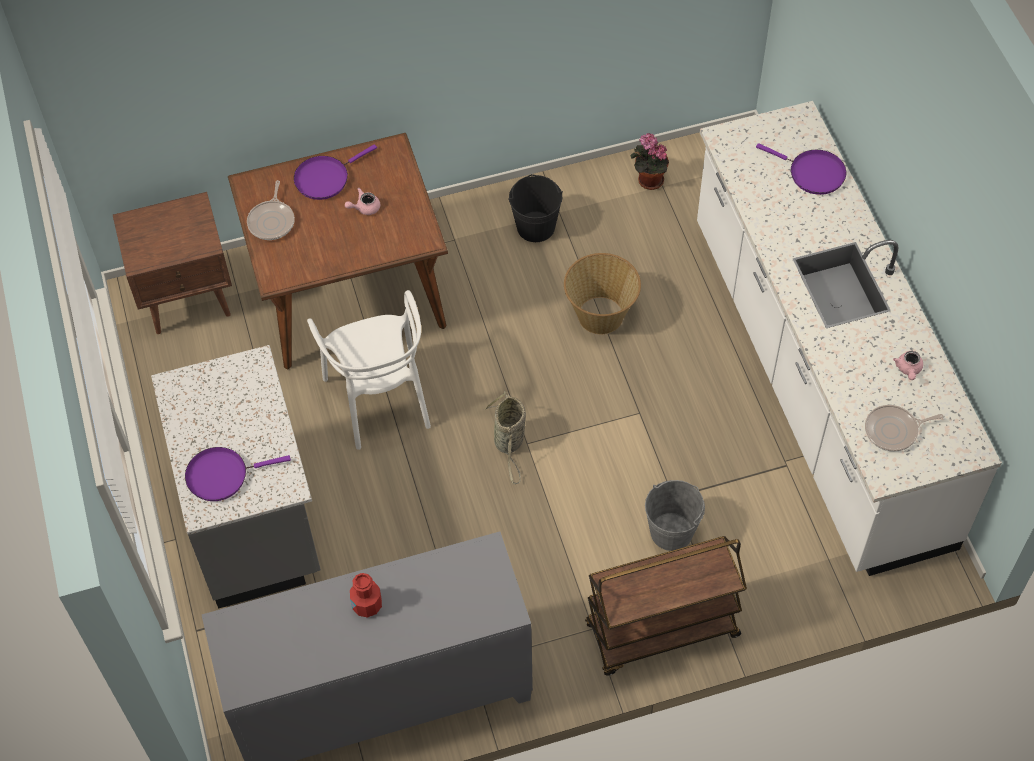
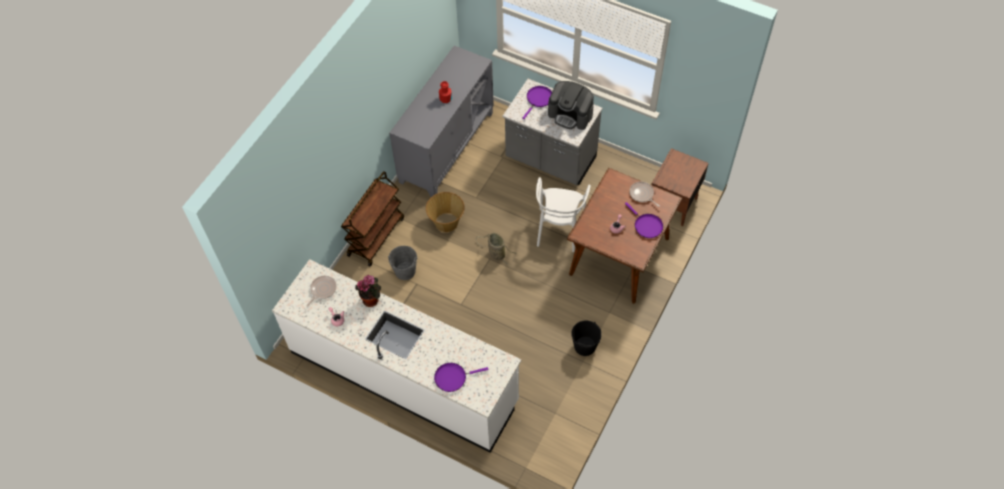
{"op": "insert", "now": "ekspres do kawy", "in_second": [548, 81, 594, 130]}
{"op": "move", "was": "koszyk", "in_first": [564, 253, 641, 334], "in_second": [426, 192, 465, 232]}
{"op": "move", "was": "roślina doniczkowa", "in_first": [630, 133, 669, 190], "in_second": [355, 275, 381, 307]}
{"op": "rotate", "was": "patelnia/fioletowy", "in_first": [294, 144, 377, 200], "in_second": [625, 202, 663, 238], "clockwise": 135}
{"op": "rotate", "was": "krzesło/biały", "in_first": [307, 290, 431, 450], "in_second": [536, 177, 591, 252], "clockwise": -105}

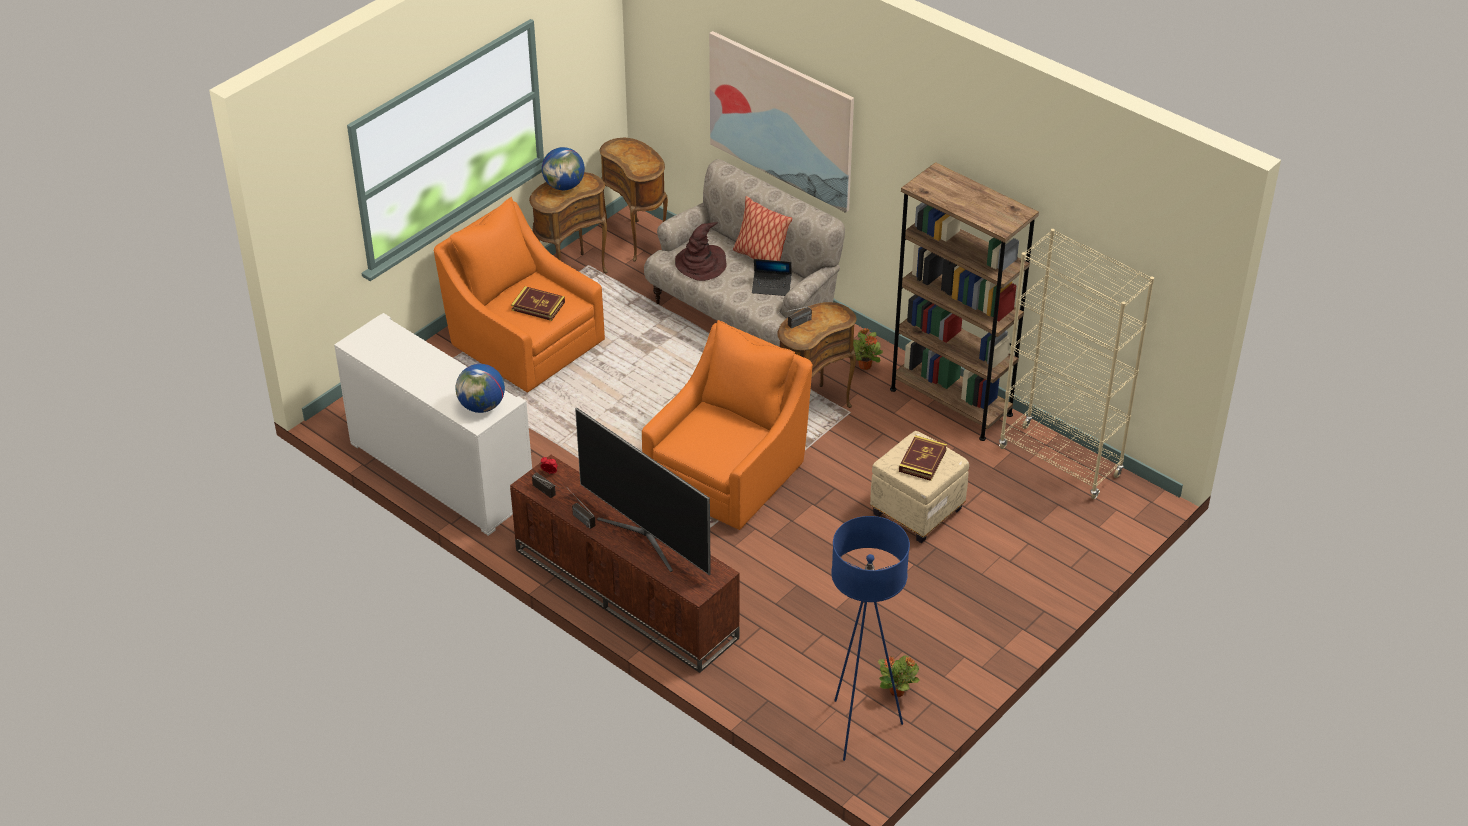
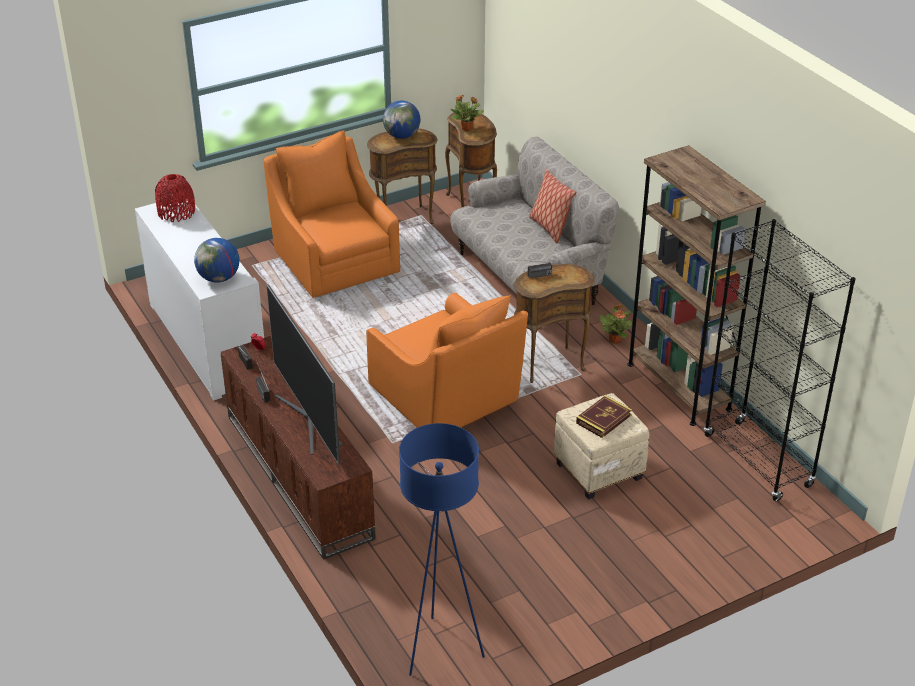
{"op": "delete", "was": "książka", "in_first": [511, 286, 565, 321]}
{"op": "delete", "was": "kapelusz/brązowy", "in_first": [675, 222, 727, 281]}
{"op": "delete", "was": "obraz", "in_first": [709, 31, 854, 213]}
{"op": "delete", "was": "laptop", "in_first": [752, 259, 792, 296]}
{"op": "insert", "now": "wazon/czerwony", "in_second": [155, 174, 195, 222]}
{"op": "move", "was": "roślina doniczkowa", "in_first": [878, 656, 919, 697], "in_second": [451, 94, 484, 131]}
{"op": "recolor", "was": "regał/beżowy", "now": "regał/czarny", "in_first": [999, 229, 1154, 499], "in_second": [704, 219, 856, 501]}
{"op": "rotate", "was": "fotel/pomarańczowy", "in_first": [642, 320, 813, 530], "in_second": [366, 293, 528, 428], "clockwise": 90}

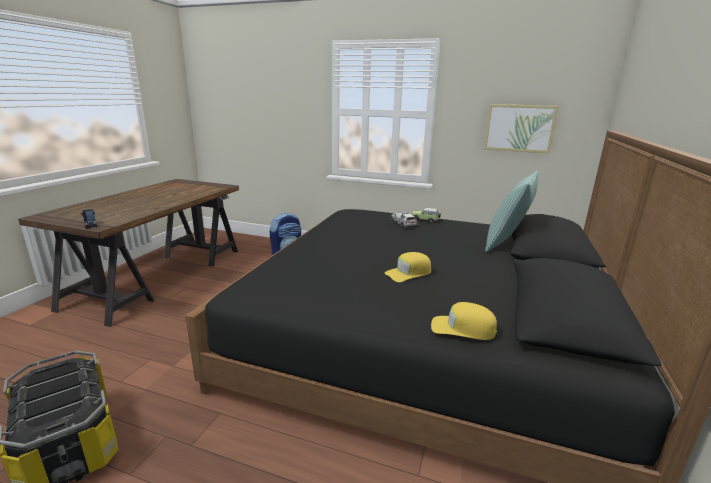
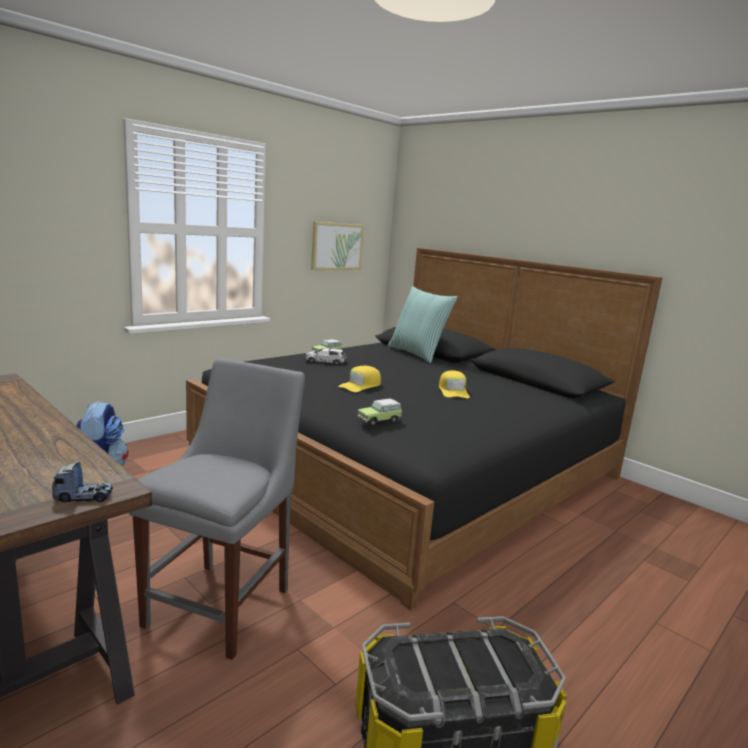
{"op": "insert", "now": "krzesło/szary", "in_second": [129, 358, 305, 660]}
{"op": "insert", "now": "samochodzik", "in_second": [357, 399, 402, 426]}
{"op": "move", "was": "czapka z daszkiem/żółty", "in_first": [431, 302, 497, 340], "in_second": [338, 366, 381, 392]}

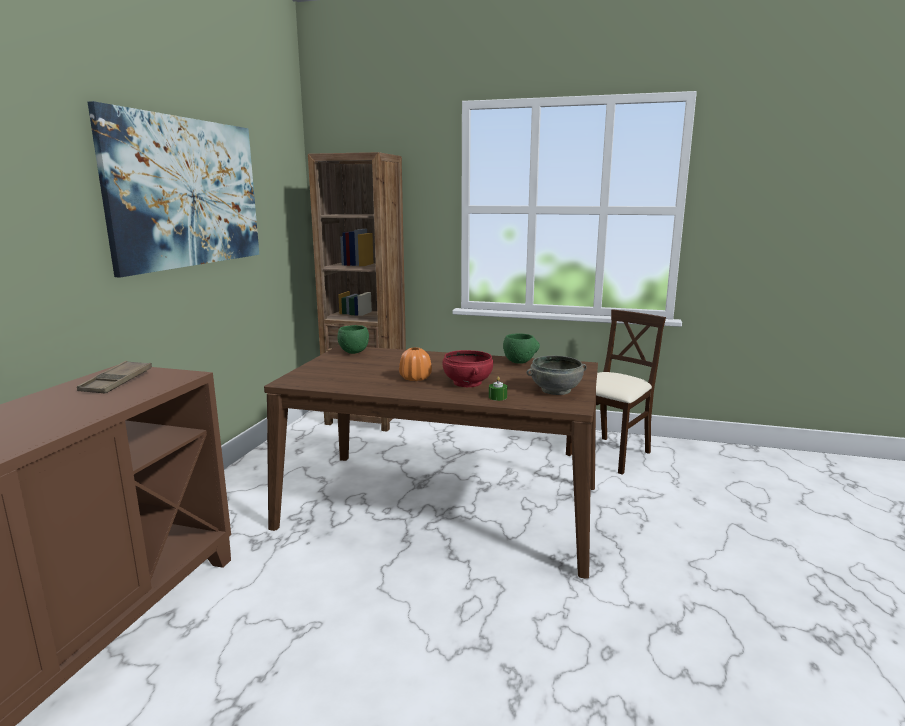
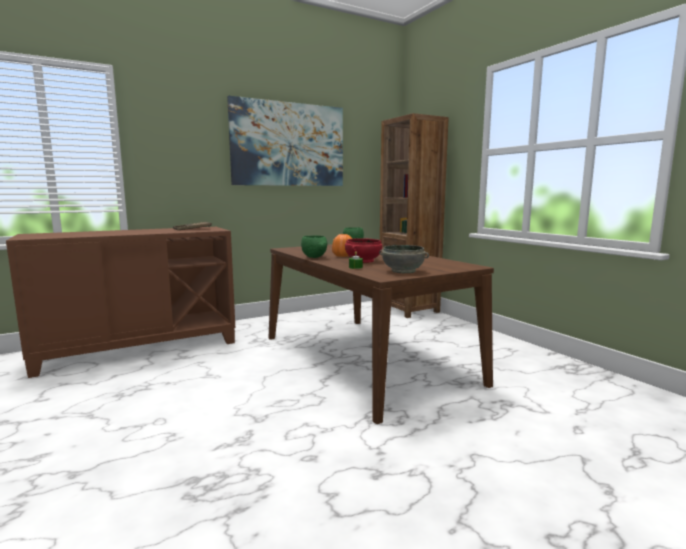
{"op": "delete", "was": "krzesło/beżowy", "in_first": [566, 309, 666, 475]}
{"op": "move", "was": "miska/zielony", "in_first": [503, 333, 540, 364], "in_second": [301, 236, 327, 258]}

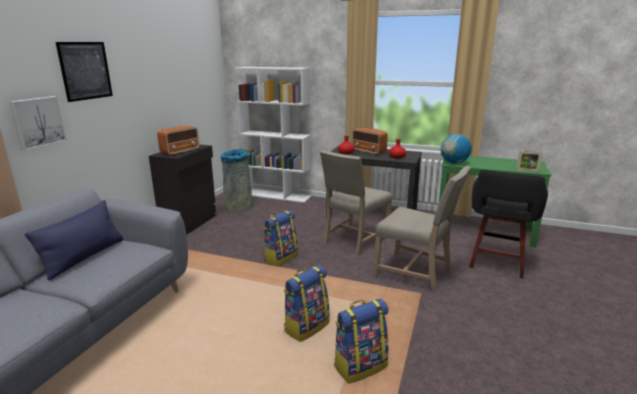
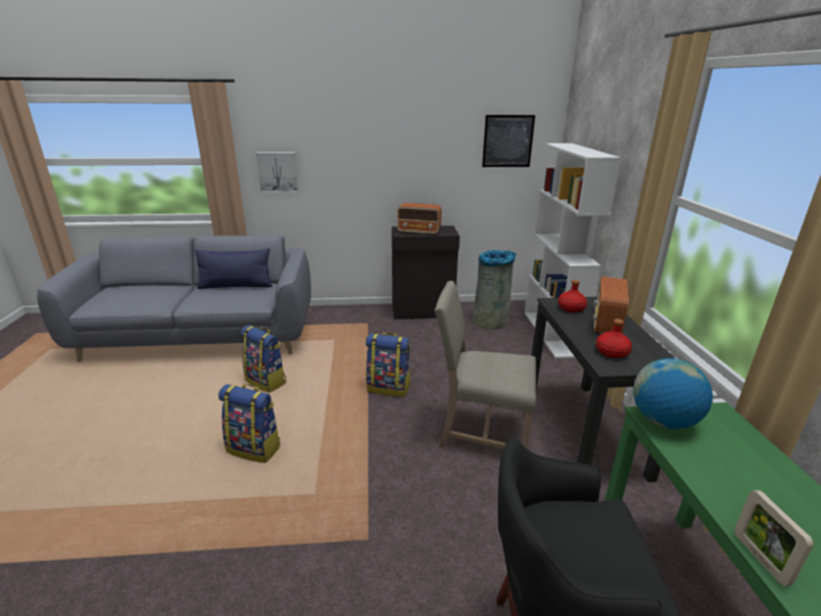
{"op": "delete", "was": "krzesło/beżowy", "in_first": [374, 166, 471, 293]}
{"op": "move", "was": "obraz", "in_first": [56, 42, 113, 102], "in_second": [482, 115, 535, 167]}
{"op": "move", "was": "plecak", "in_first": [334, 298, 389, 384], "in_second": [241, 325, 286, 393]}

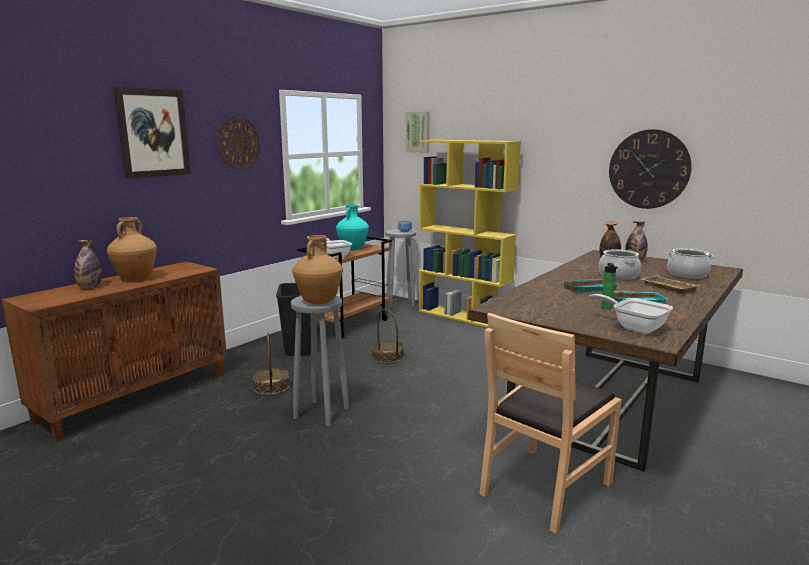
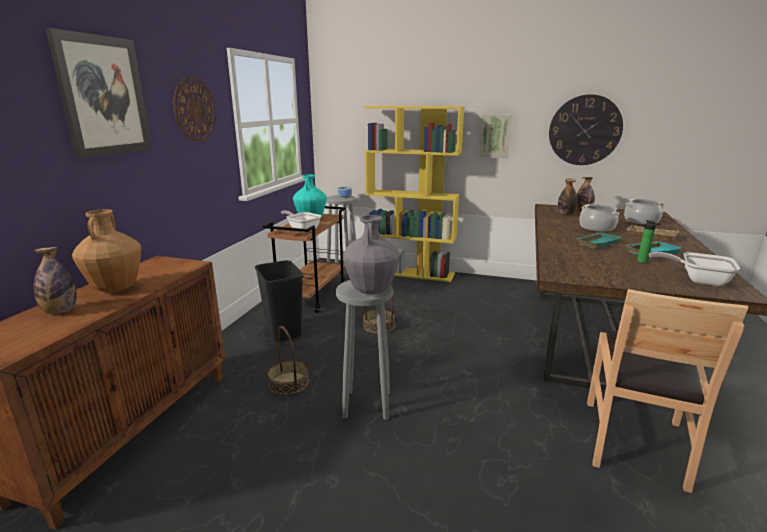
{"op": "move", "was": "obraz", "in_first": [405, 111, 430, 153], "in_second": [480, 114, 512, 158]}
{"op": "recolor", "was": "wazon/brązowy", "now": "wazon/szary", "in_first": [292, 235, 343, 304], "in_second": [343, 215, 400, 294]}

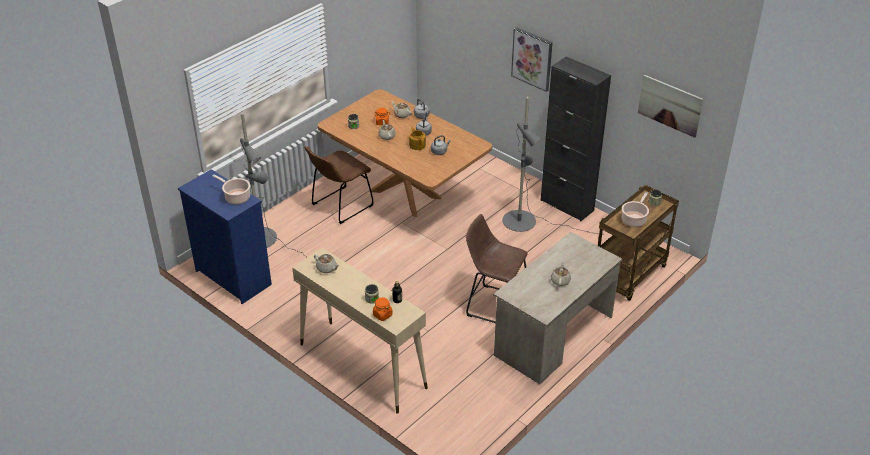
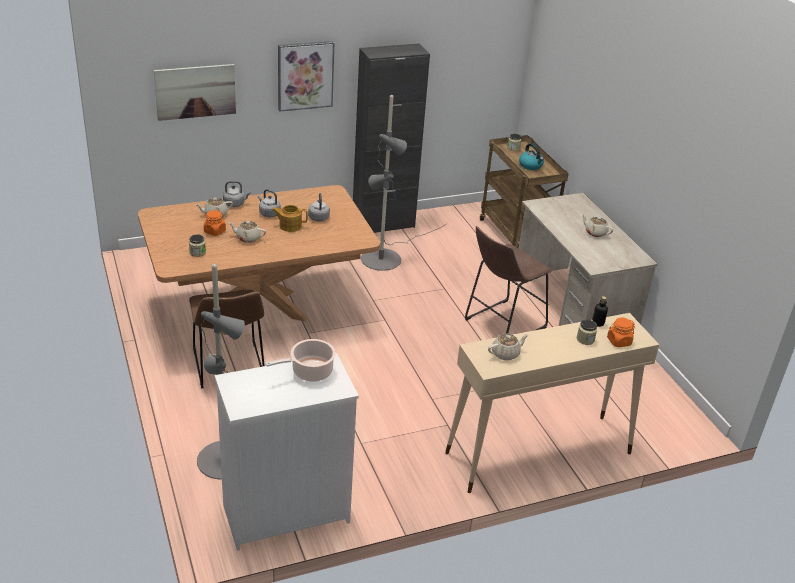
{"op": "move", "was": "obraz", "in_first": [638, 75, 703, 138], "in_second": [154, 64, 236, 121]}
{"op": "replace", "was": "garnek", "now": "czajnik", "in_first": [622, 192, 649, 227], "in_second": [519, 143, 544, 170]}
{"op": "recolor", "was": "komoda/niebieski", "now": "komoda/biały", "in_first": [178, 169, 272, 304], "in_second": [215, 353, 359, 551]}

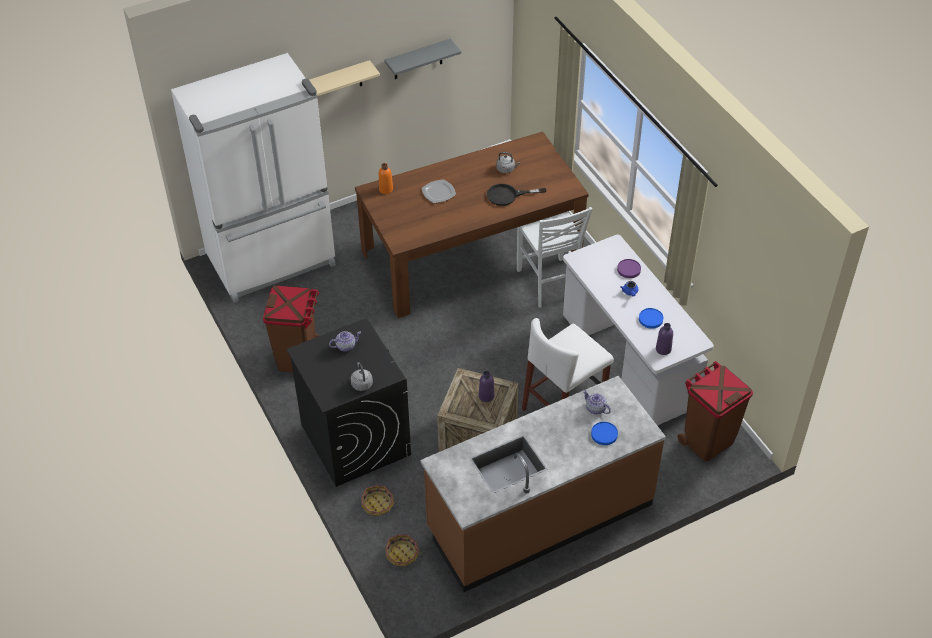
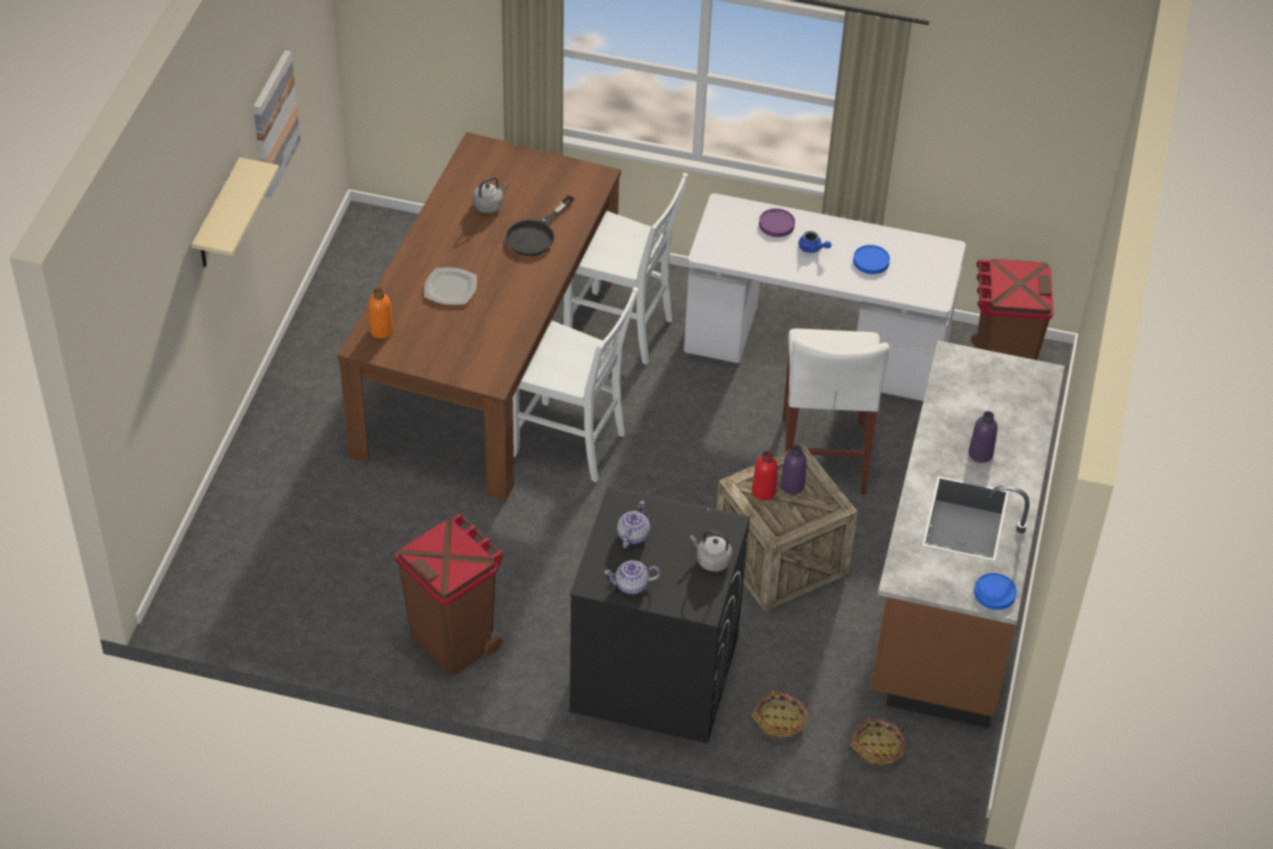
{"op": "delete", "was": "lodówka/biały", "in_first": [171, 53, 336, 302]}
{"op": "insert", "now": "krzesło/biały", "in_second": [513, 287, 638, 483]}
{"op": "insert", "now": "butelka/czerwony", "in_second": [752, 451, 778, 501]}
{"op": "move", "was": "imbryk", "in_first": [583, 390, 611, 414], "in_second": [604, 560, 660, 594]}
{"op": "move", "was": "talerz/niebieski", "in_first": [591, 422, 618, 445], "in_second": [974, 573, 1017, 610]}
{"op": "move", "was": "butelka/fioletowy", "in_first": [656, 323, 673, 355], "in_second": [968, 411, 998, 463]}
{"op": "replace", "was": "półka/szary", "now": "obraz", "in_first": [384, 39, 461, 79], "in_second": [253, 50, 301, 198]}

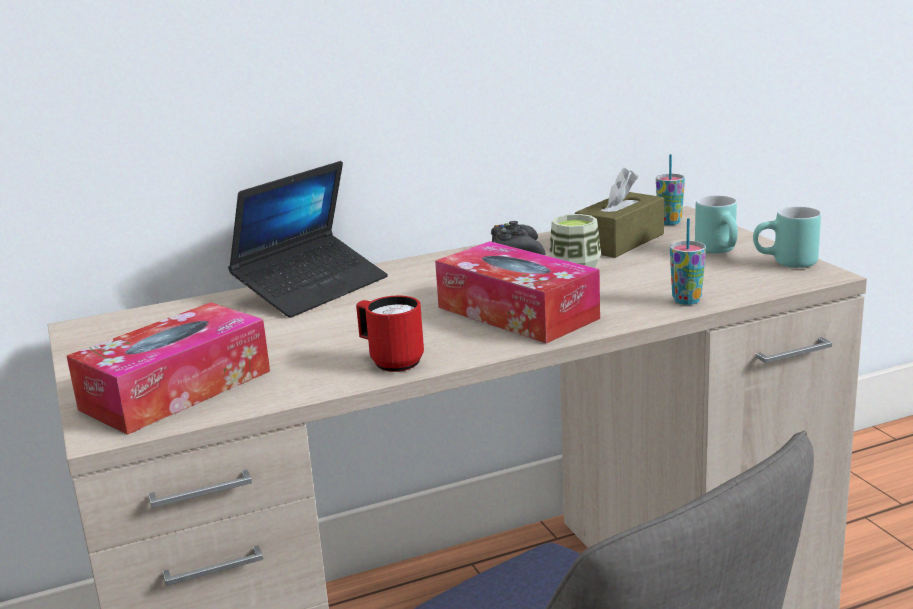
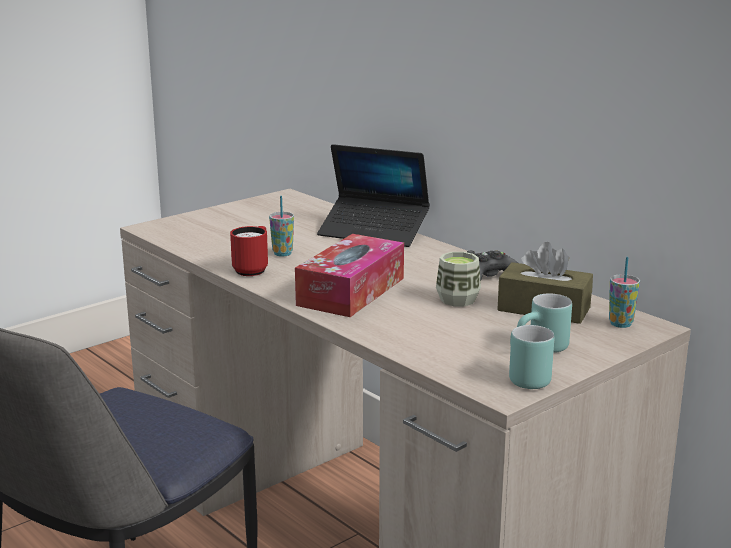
{"op": "delete", "was": "pudełko chusteczek", "in_first": [67, 302, 270, 435]}
{"op": "move", "was": "filiżanka", "in_first": [670, 218, 706, 305], "in_second": [269, 196, 294, 257]}

